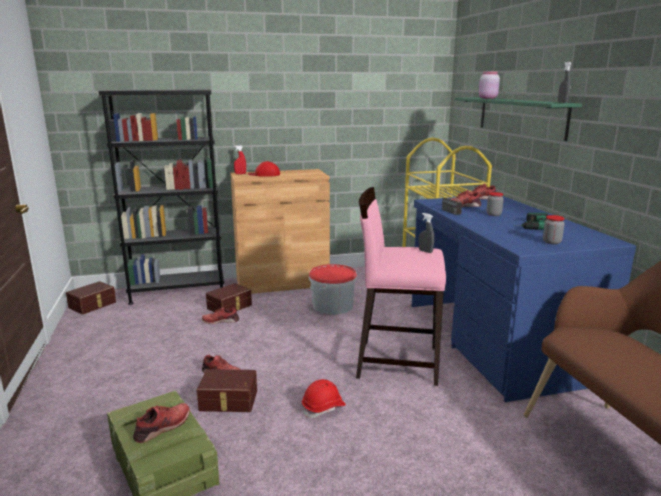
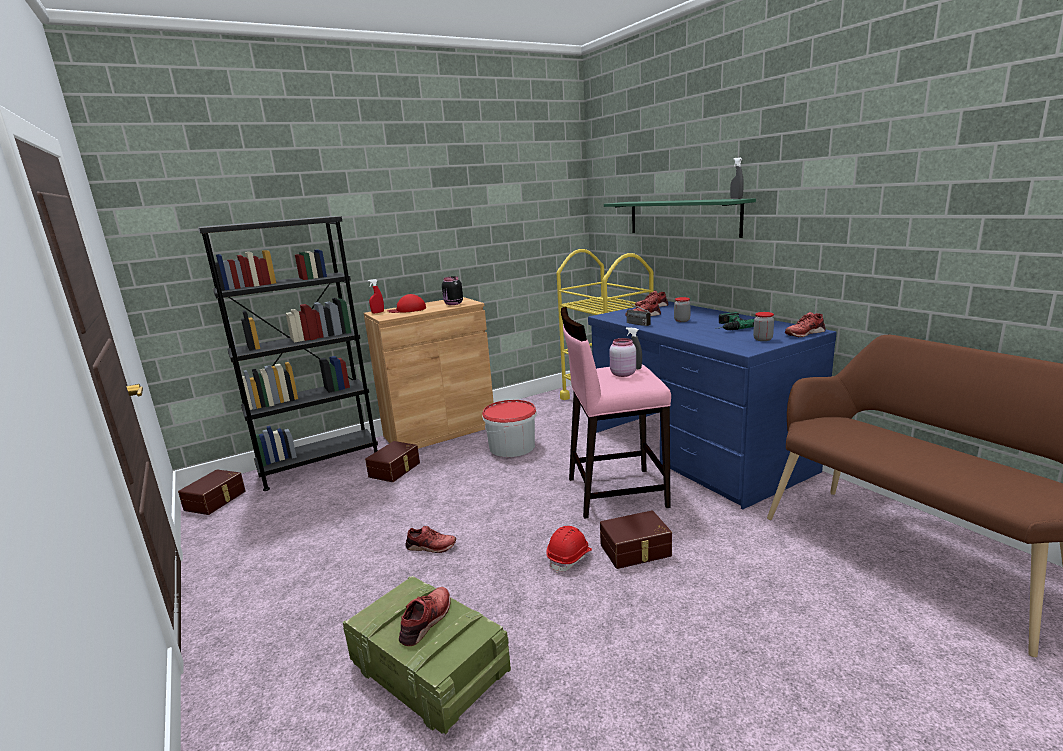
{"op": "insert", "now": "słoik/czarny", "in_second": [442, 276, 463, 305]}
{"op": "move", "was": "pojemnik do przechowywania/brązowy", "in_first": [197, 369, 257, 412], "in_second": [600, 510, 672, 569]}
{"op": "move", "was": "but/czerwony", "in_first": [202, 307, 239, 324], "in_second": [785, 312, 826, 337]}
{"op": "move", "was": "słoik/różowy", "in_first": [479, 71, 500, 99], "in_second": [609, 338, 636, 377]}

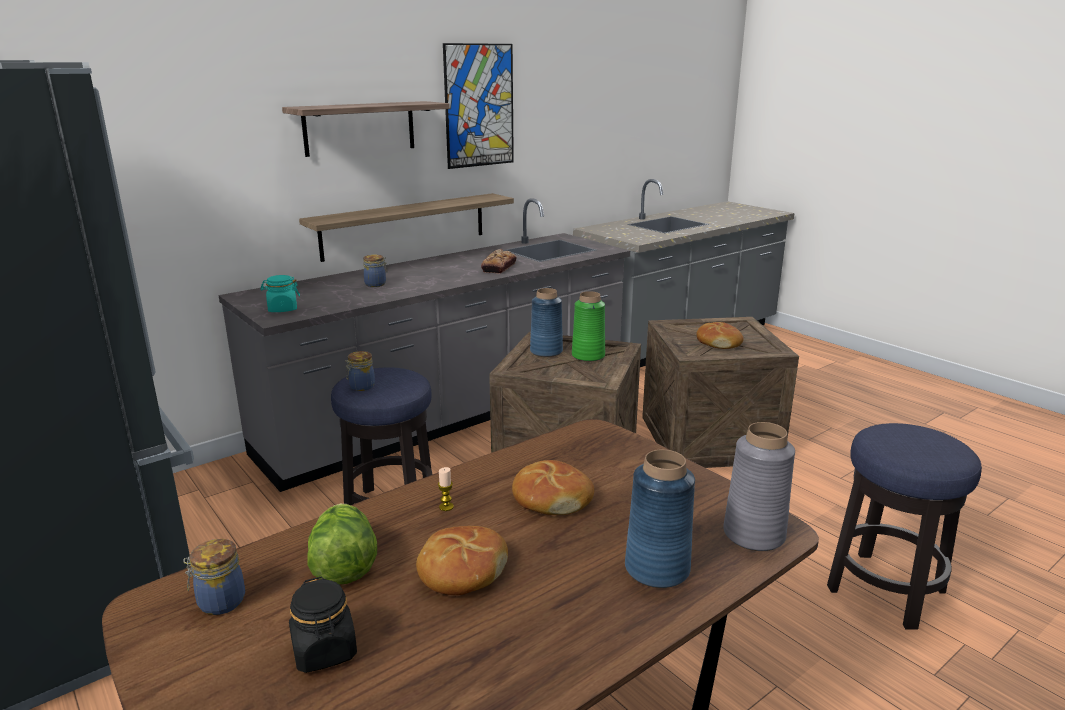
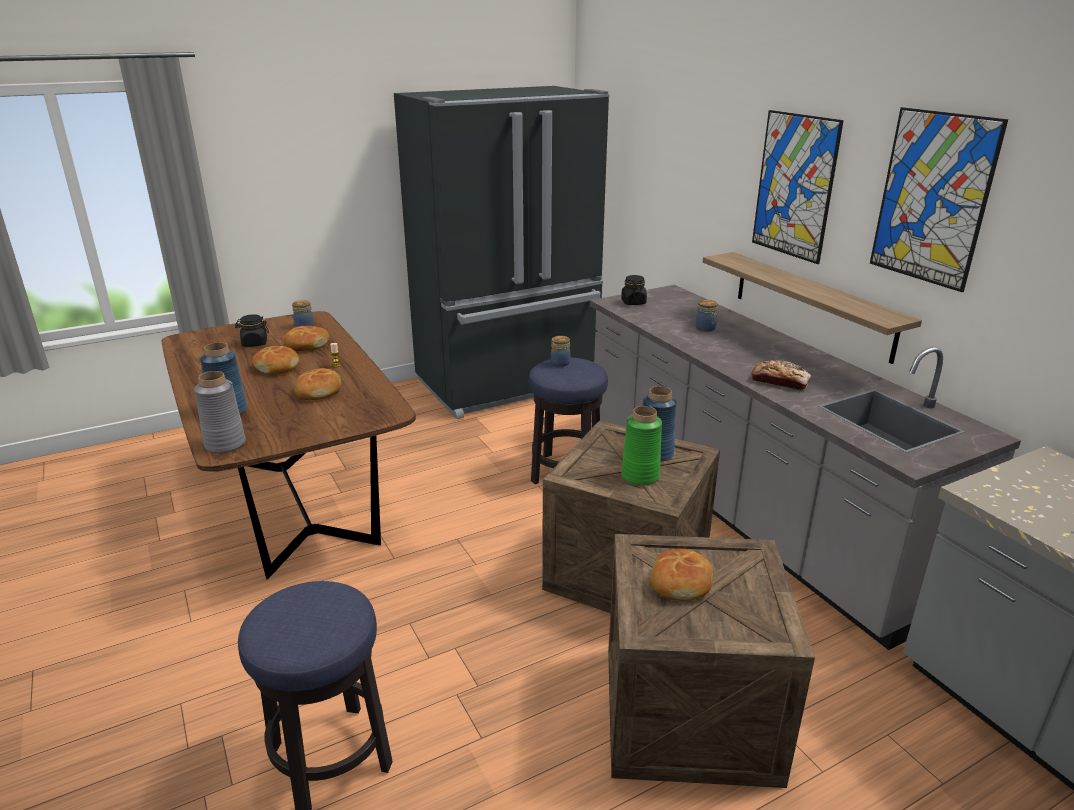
{"op": "replace", "was": "półka", "now": "obraz", "in_first": [282, 101, 450, 157], "in_second": [752, 110, 844, 264]}
{"op": "replace", "was": "sałata", "now": "chleb", "in_first": [307, 504, 377, 584], "in_second": [284, 326, 330, 351]}
{"op": "recolor", "was": "słoik/turkusowy", "now": "słoik/czarny", "in_first": [260, 275, 300, 312], "in_second": [621, 275, 647, 305]}

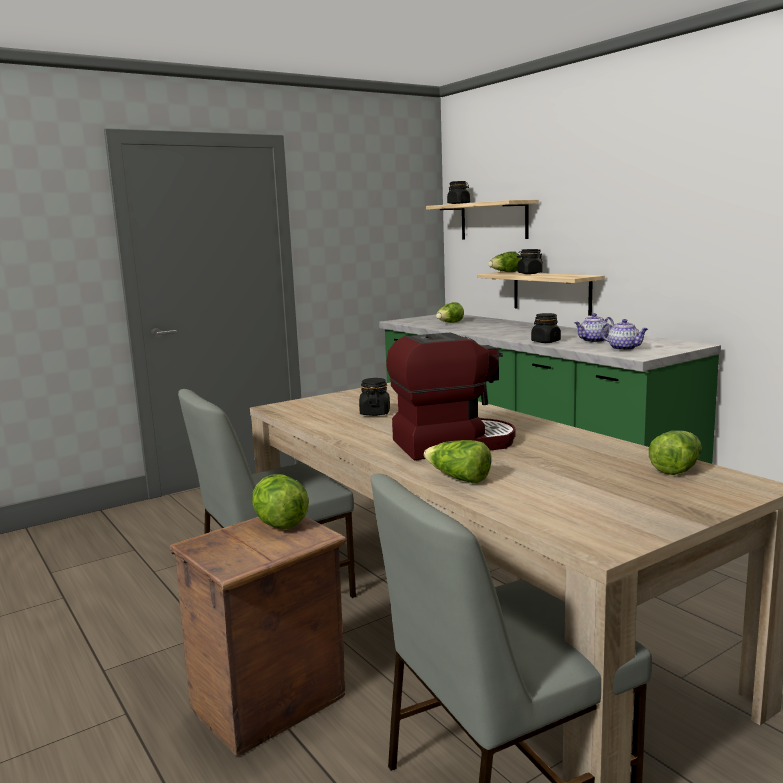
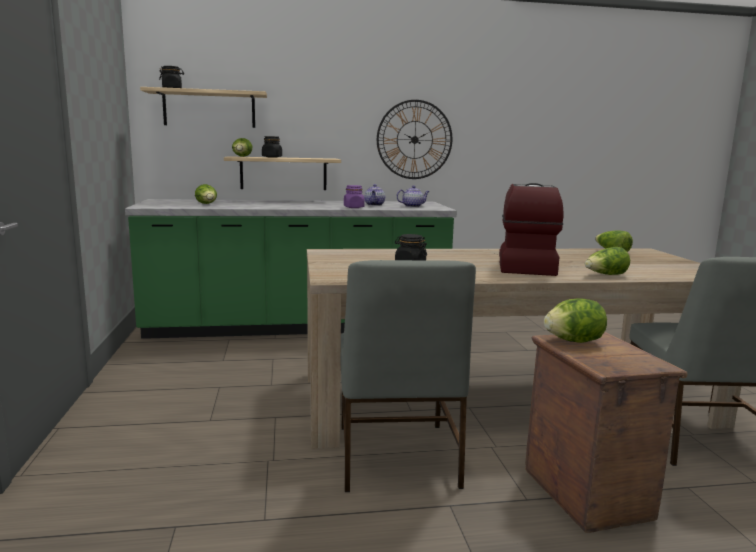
{"op": "insert", "now": "zegar ścienny", "in_second": [377, 100, 452, 179]}
{"op": "recolor", "was": "słoik/czarny", "now": "słoik/fioletowy", "in_first": [531, 313, 561, 343], "in_second": [344, 185, 364, 208]}

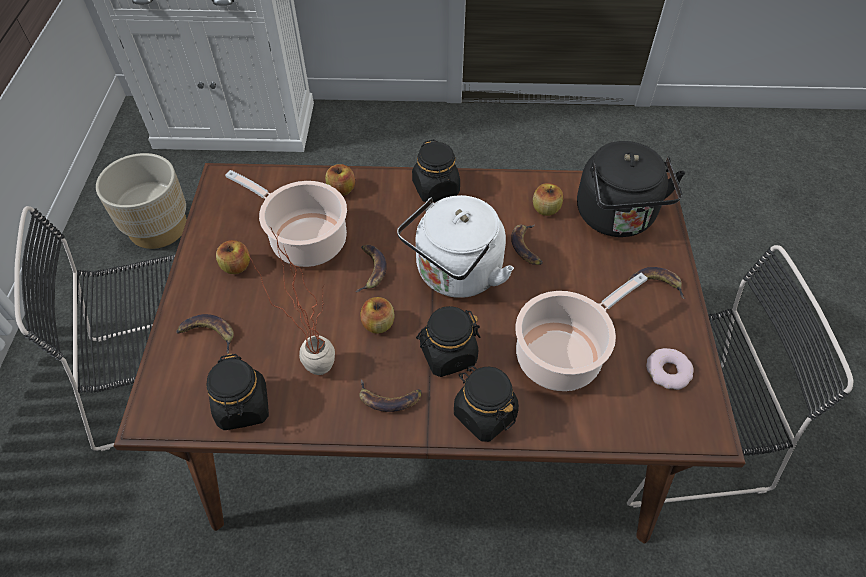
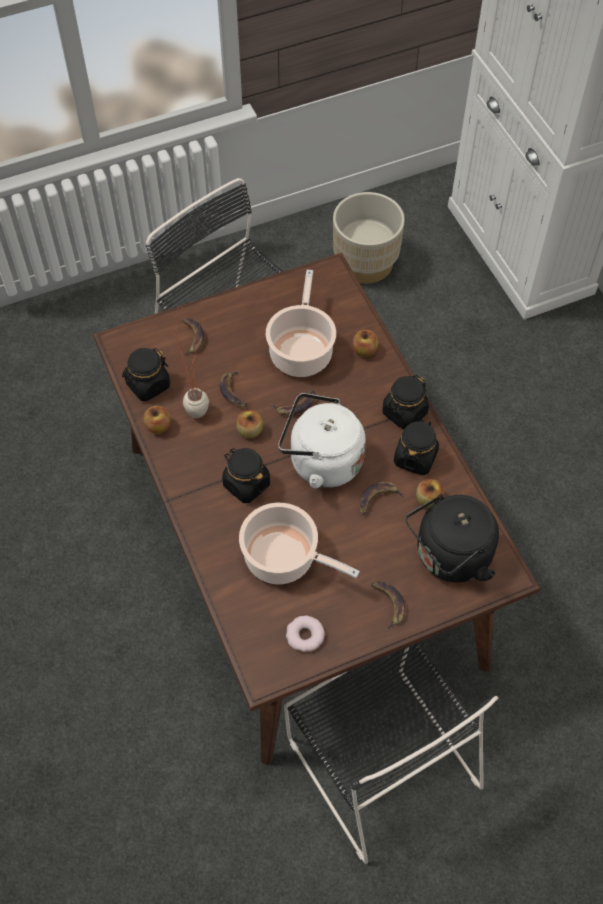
{"op": "move", "was": "jabłko", "in_first": [216, 240, 250, 274], "in_second": [144, 406, 171, 434]}
{"op": "move", "was": "banan", "in_first": [359, 380, 422, 412], "in_second": [220, 370, 247, 407]}
{"op": "move", "was": "słoik/czarny", "in_first": [454, 366, 519, 442], "in_second": [394, 419, 439, 475]}

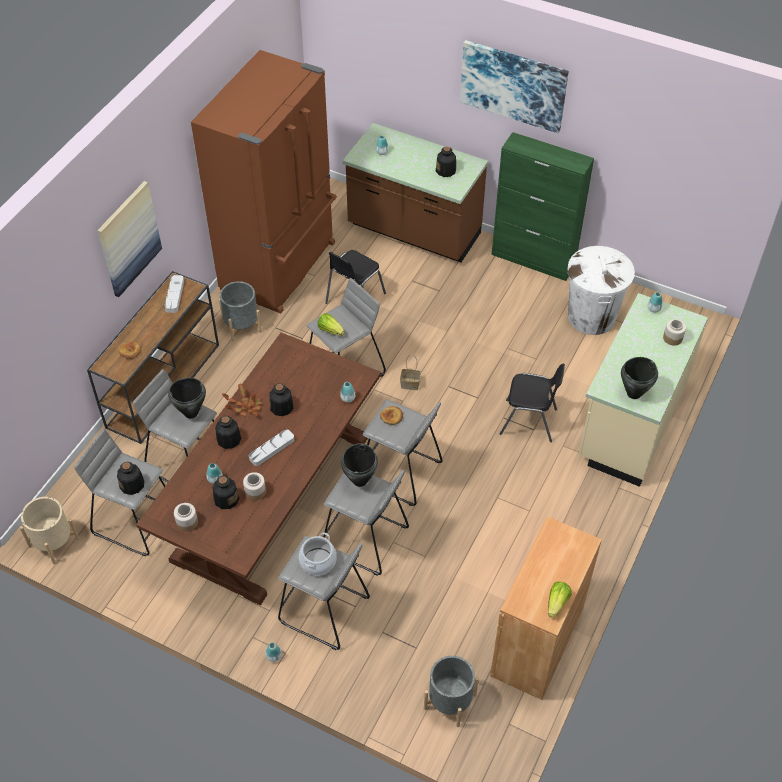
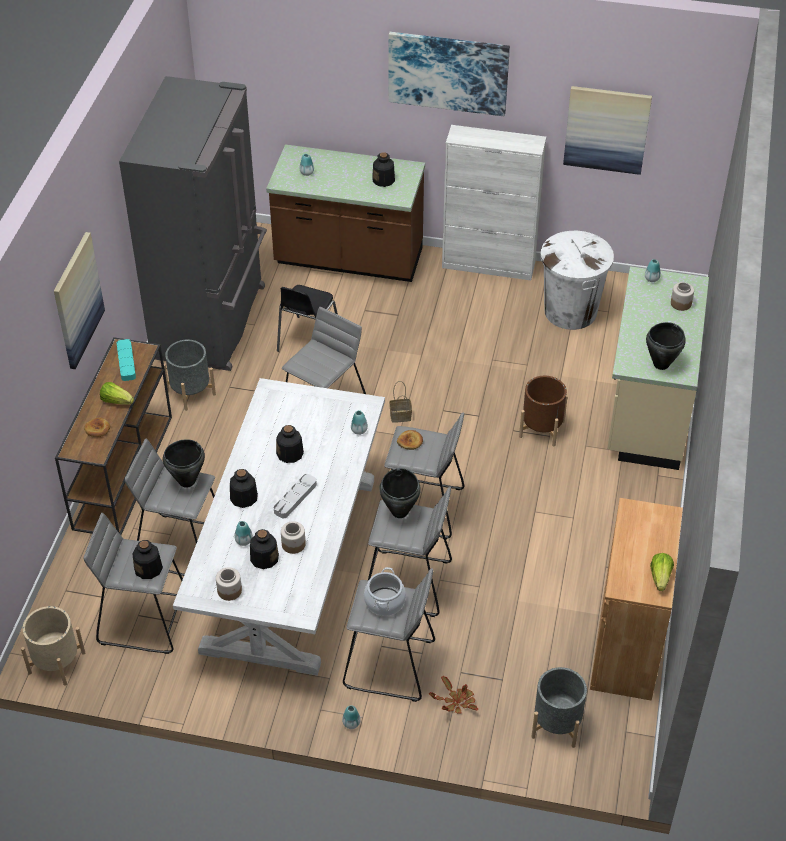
{"op": "insert", "now": "obraz", "in_second": [563, 86, 652, 175]}
{"op": "move", "was": "roślina doniczkowa", "in_first": [222, 384, 262, 416], "in_second": [429, 676, 478, 714]}
{"op": "move", "was": "sałata", "in_first": [318, 313, 345, 336], "in_second": [100, 382, 134, 405]}
{"op": "replace", "was": "krzesło/czarny", "now": "donica/brązowy", "in_first": [500, 364, 565, 442], "in_second": [519, 376, 568, 446]}
{"op": "recolor", "was": "stół jadalny/brązowy", "now": "stół jadalny/biały", "in_first": [136, 332, 381, 606], "in_second": [173, 378, 385, 676]}
{"op": "recolor", "was": "taca/szary", "now": "taca/turkusowy", "in_first": [164, 275, 184, 313], "in_second": [117, 339, 136, 381]}
{"op": "recolor", "was": "lodówka/brązowy", "now": "lodówka/szary", "in_first": [191, 50, 337, 313], "in_second": [119, 76, 267, 371]}
{"op": "recolor", "was": "szafka/zielony", "now": "szafka/biały", "in_first": [492, 132, 594, 281], "in_second": [442, 125, 546, 280]}

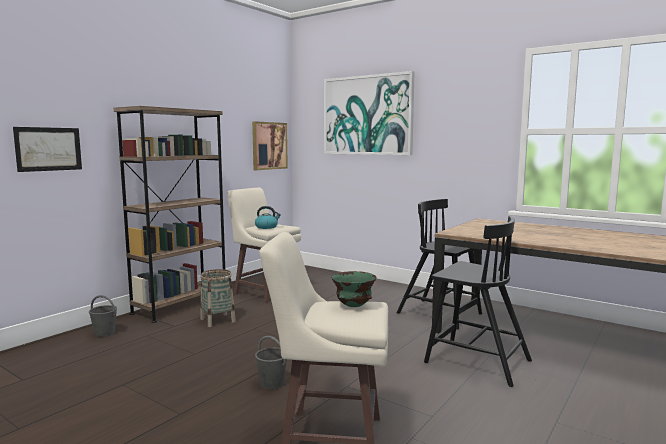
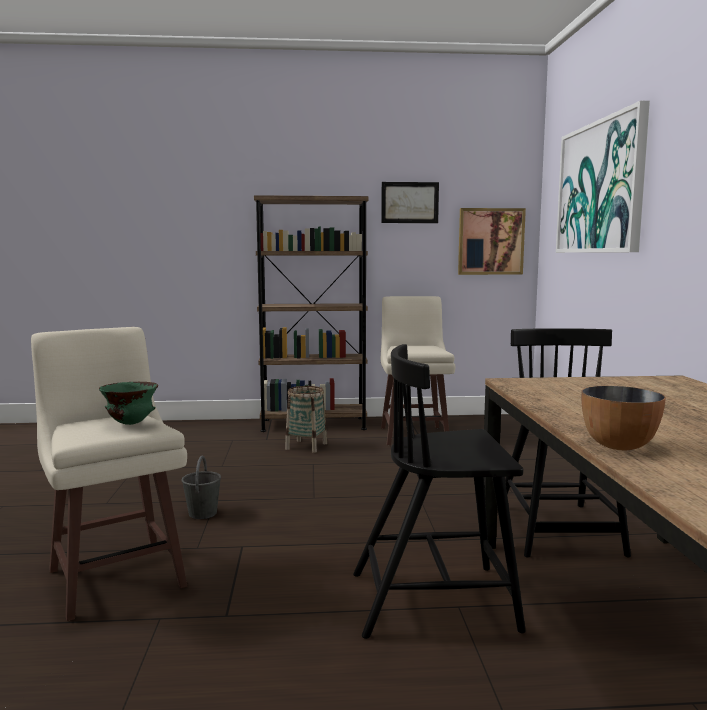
{"op": "delete", "was": "wiadro/szary", "in_first": [89, 295, 117, 337]}
{"op": "delete", "was": "czajnik", "in_first": [255, 206, 281, 229]}
{"op": "insert", "now": "miska", "in_second": [581, 386, 666, 450]}
{"op": "move", "was": "obraz", "in_first": [13, 127, 82, 172], "in_second": [381, 182, 439, 223]}
{"op": "rotate", "was": "krzesło/czarny", "in_first": [424, 216, 532, 387], "in_second": [353, 344, 526, 639], "clockwise": 90}

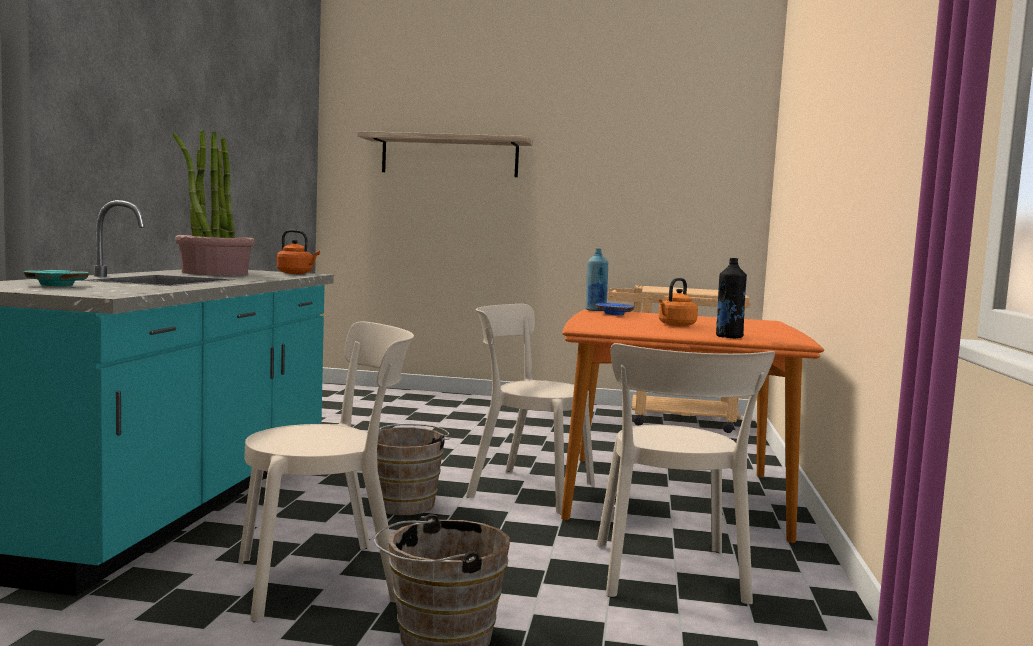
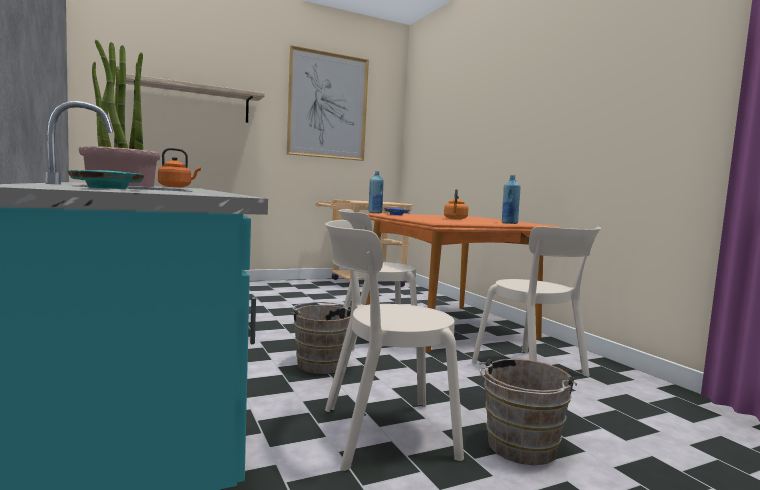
{"op": "insert", "now": "obraz", "in_second": [287, 45, 369, 161]}
{"op": "recolor", "was": "butelka/czarny", "now": "butelka/niebieski", "in_first": [716, 258, 747, 338], "in_second": [502, 175, 521, 224]}
{"op": "rotate", "was": "krzesło/beżowy", "in_first": [238, 321, 414, 622], "in_second": [325, 220, 464, 471], "clockwise": -135}

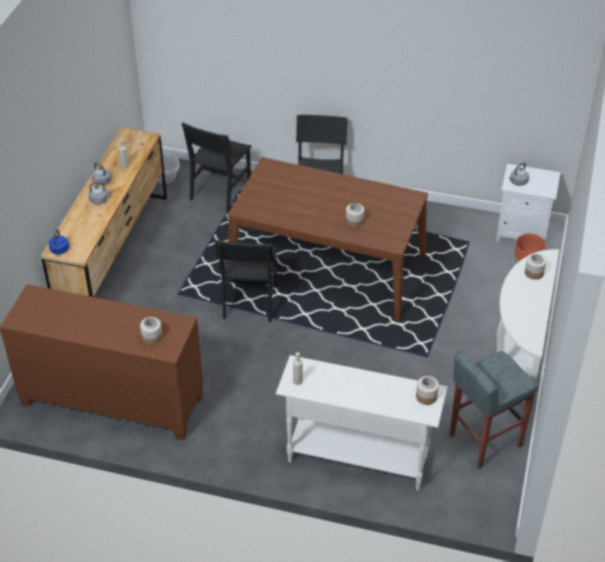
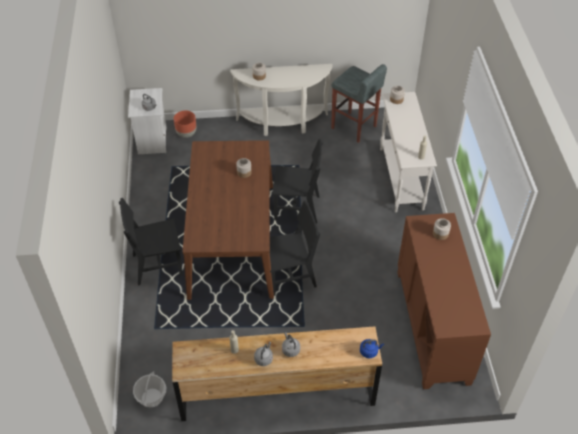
{"op": "move", "was": "krzesło/czarny", "in_first": [182, 122, 252, 211], "in_second": [272, 139, 323, 224]}

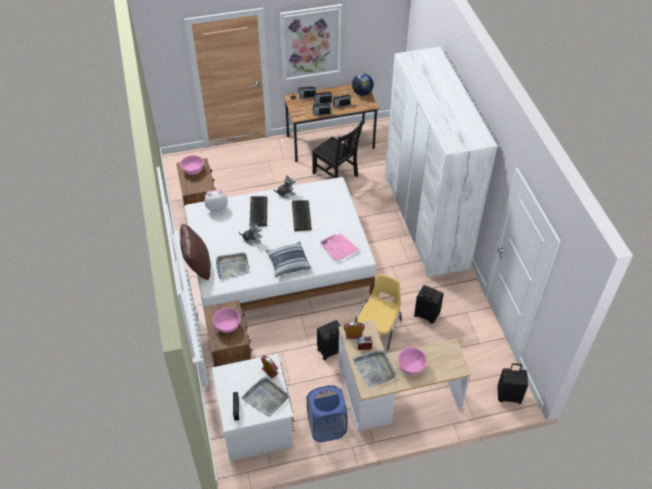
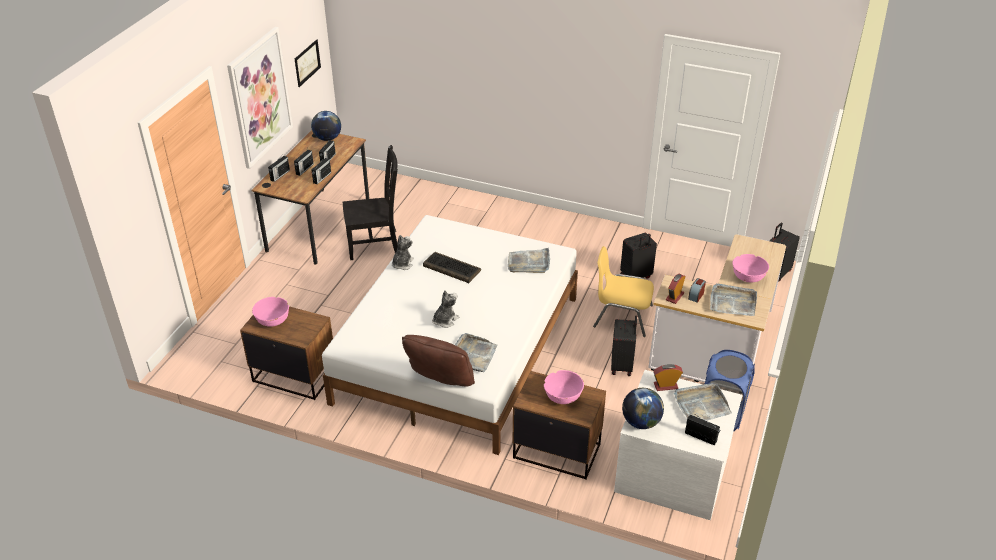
{"op": "delete", "was": "pluszak", "in_first": [204, 189, 228, 212]}
{"op": "delete", "was": "klawiatura", "in_first": [250, 196, 267, 226]}
{"op": "delete", "was": "poduszka", "in_first": [265, 242, 311, 278]}
{"op": "delete", "was": "szafa/biały", "in_first": [385, 47, 497, 278]}
{"op": "insert", "now": "obraz", "in_second": [295, 39, 321, 87]}
{"op": "insert", "now": "globus", "in_second": [622, 388, 664, 429]}
{"op": "recolor", "was": "taca/różowy", "now": "taca/szary", "in_first": [321, 233, 359, 260], "in_second": [508, 248, 550, 273]}
{"op": "rotate", "was": "krzesło/żółty", "in_first": [355, 274, 402, 351], "in_second": [593, 246, 654, 337], "clockwise": -45}

